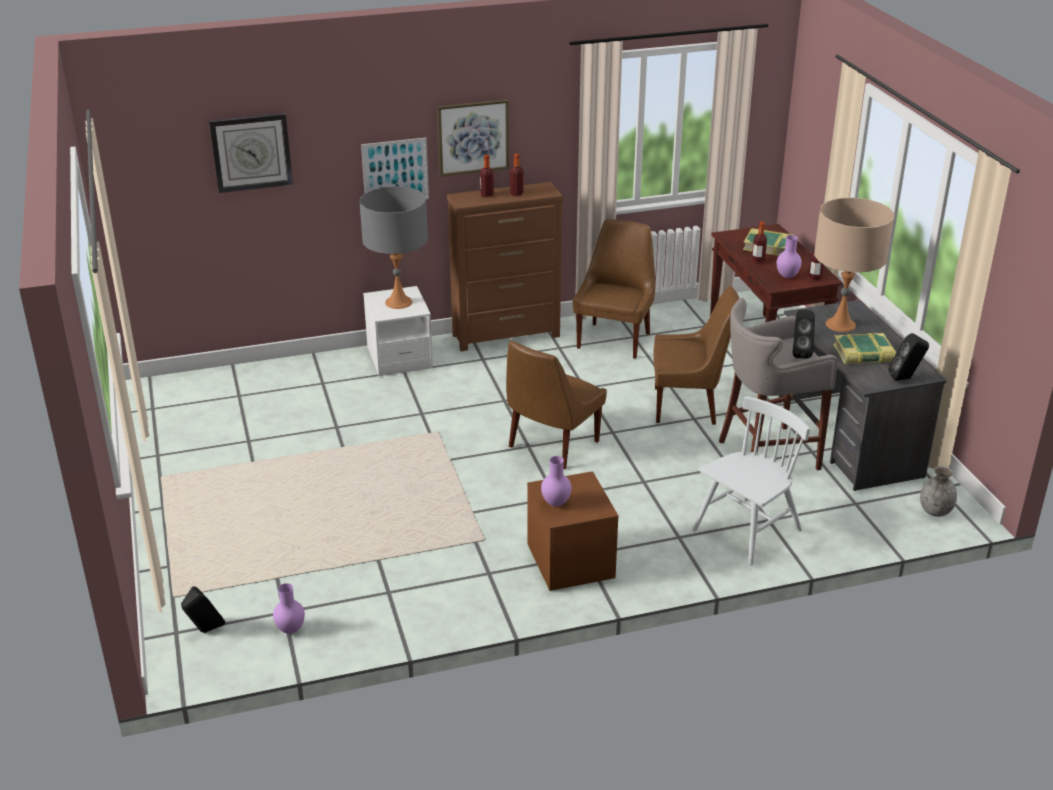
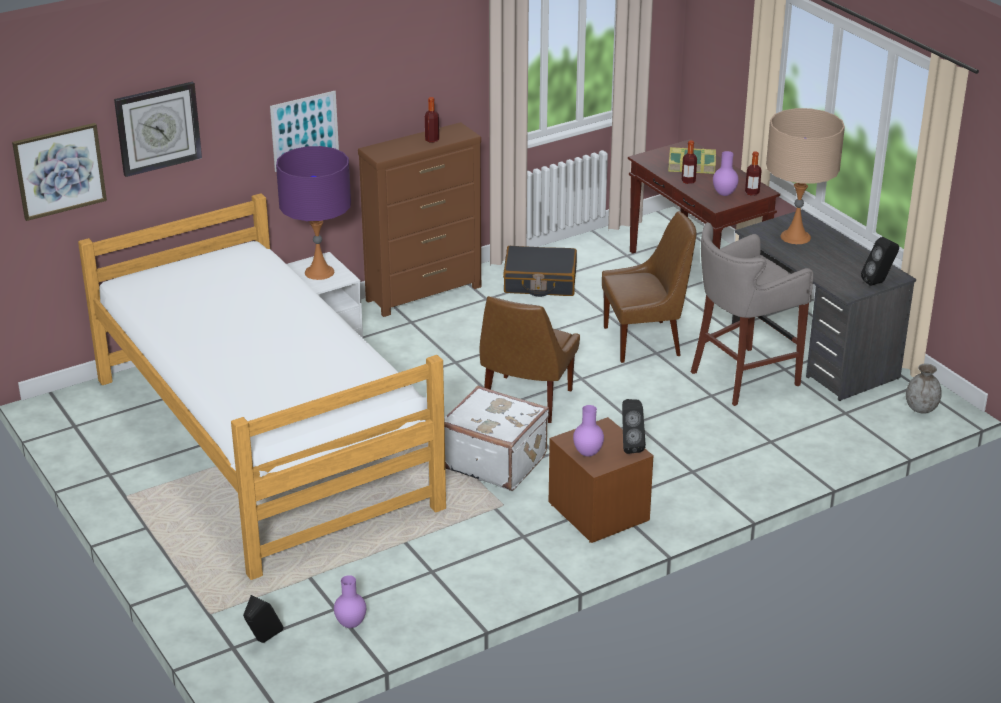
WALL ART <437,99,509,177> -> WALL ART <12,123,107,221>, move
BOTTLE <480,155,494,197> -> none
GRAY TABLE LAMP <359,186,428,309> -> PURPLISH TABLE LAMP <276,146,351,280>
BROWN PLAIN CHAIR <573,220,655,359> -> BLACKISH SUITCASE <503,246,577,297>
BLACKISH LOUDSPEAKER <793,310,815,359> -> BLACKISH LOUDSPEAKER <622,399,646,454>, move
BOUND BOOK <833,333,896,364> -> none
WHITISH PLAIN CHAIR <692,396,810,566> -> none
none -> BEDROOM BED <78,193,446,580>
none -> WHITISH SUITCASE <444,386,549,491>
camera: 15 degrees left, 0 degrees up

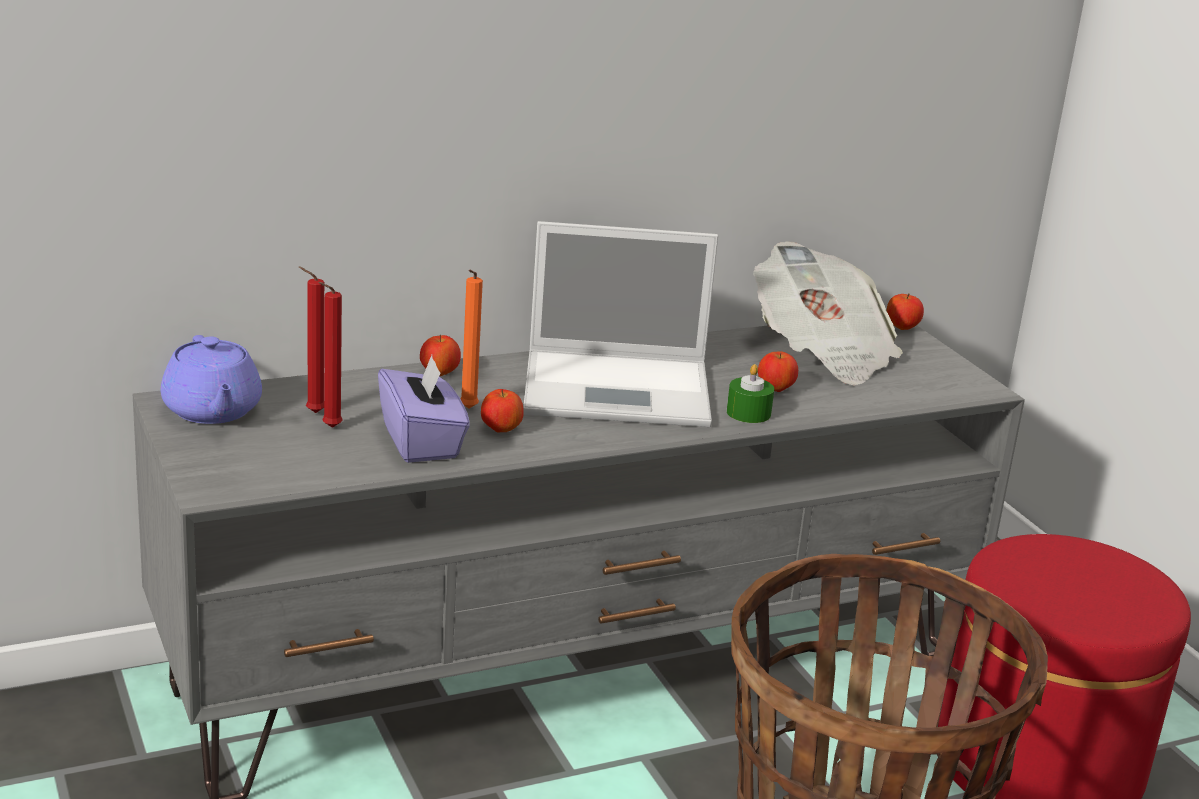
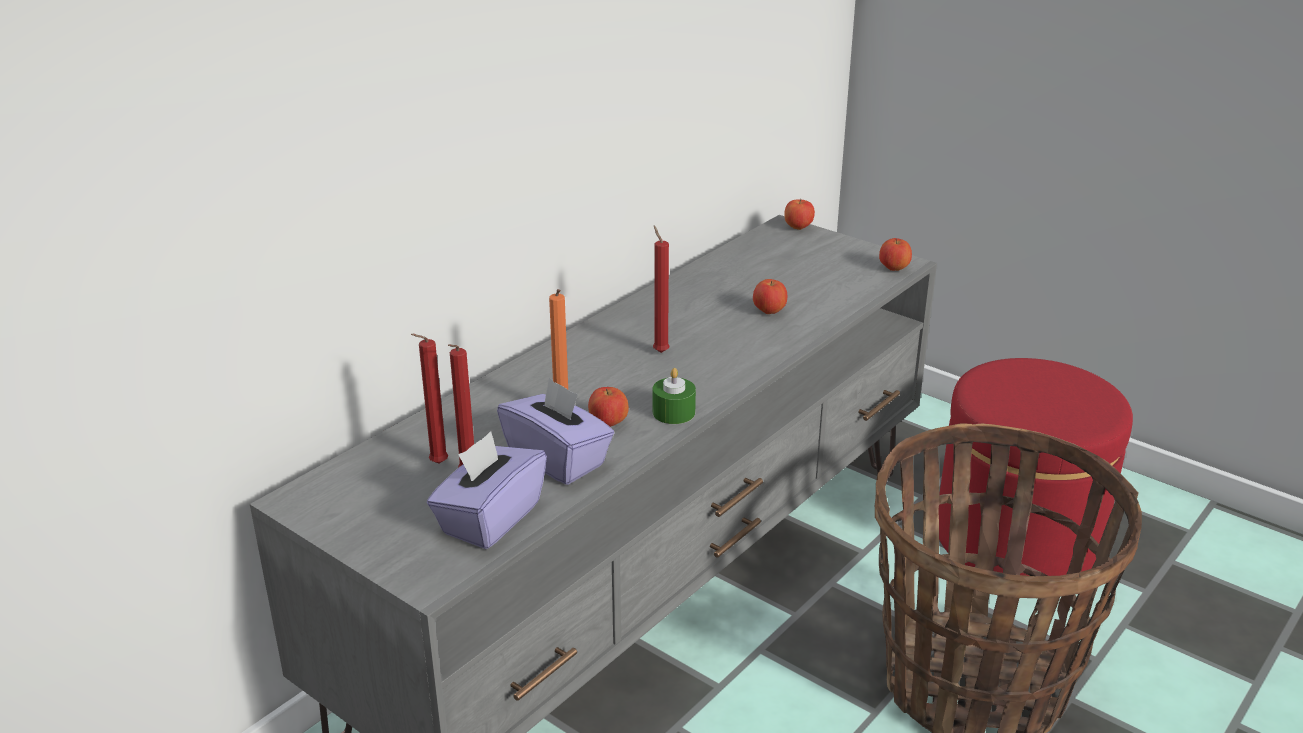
PORTABLE COMPUTER <523,221,718,427> -> RED WAX CANDLE <653,225,670,353>
NEWSPAPER <753,241,903,386> -> none
PURPLISH POT FOR TEA <161,335,262,424> -> none
WHOLE APPLE <420,335,461,376> -> WHOLE APPLE <879,238,912,271>, move
GREEN-COLOURED WAX CANDLE <727,364,774,423> -> GREEN-COLOURED WAX CANDLE <653,368,696,424>, move
none -> PURPLISH TISSUE BOX <427,431,547,549>
camera: 25 degrees left, 5 degrees up

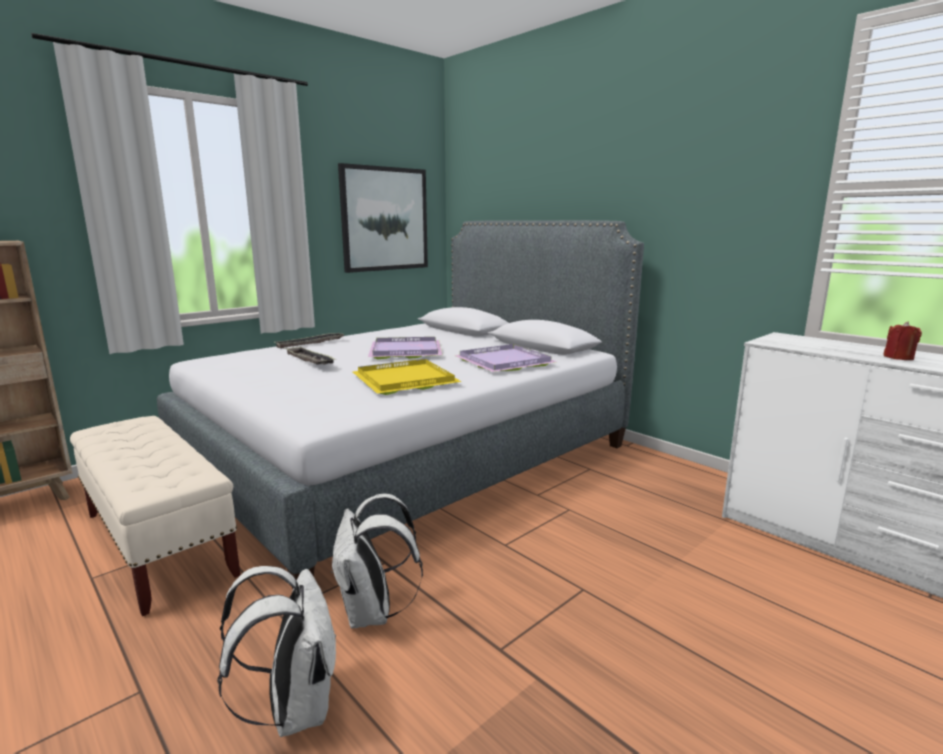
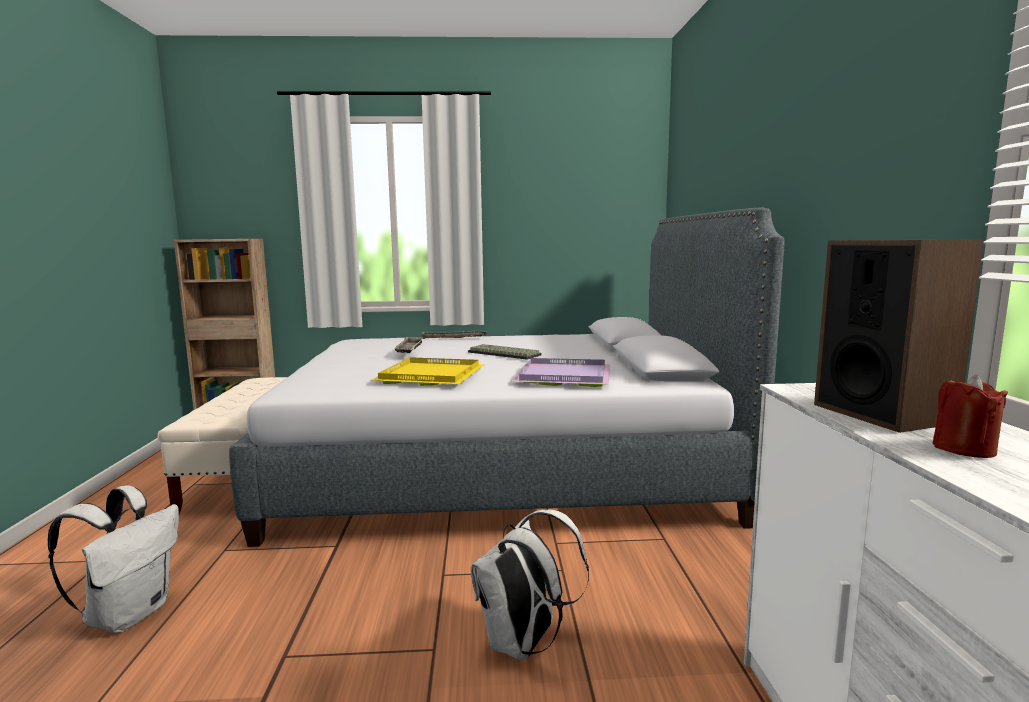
WALL ART <338,163,428,273> -> none
PURPLISH CARRYING TRAY <368,337,443,359> -> PC KEYBOARD <468,344,542,360>
WHITISH BACKPACK <331,494,423,628> -> WHITISH BACKPACK <470,509,589,660>, move
none -> LOUDSPEAKER <814,239,984,433>
camera: 40 degrees right, 5 degrees down

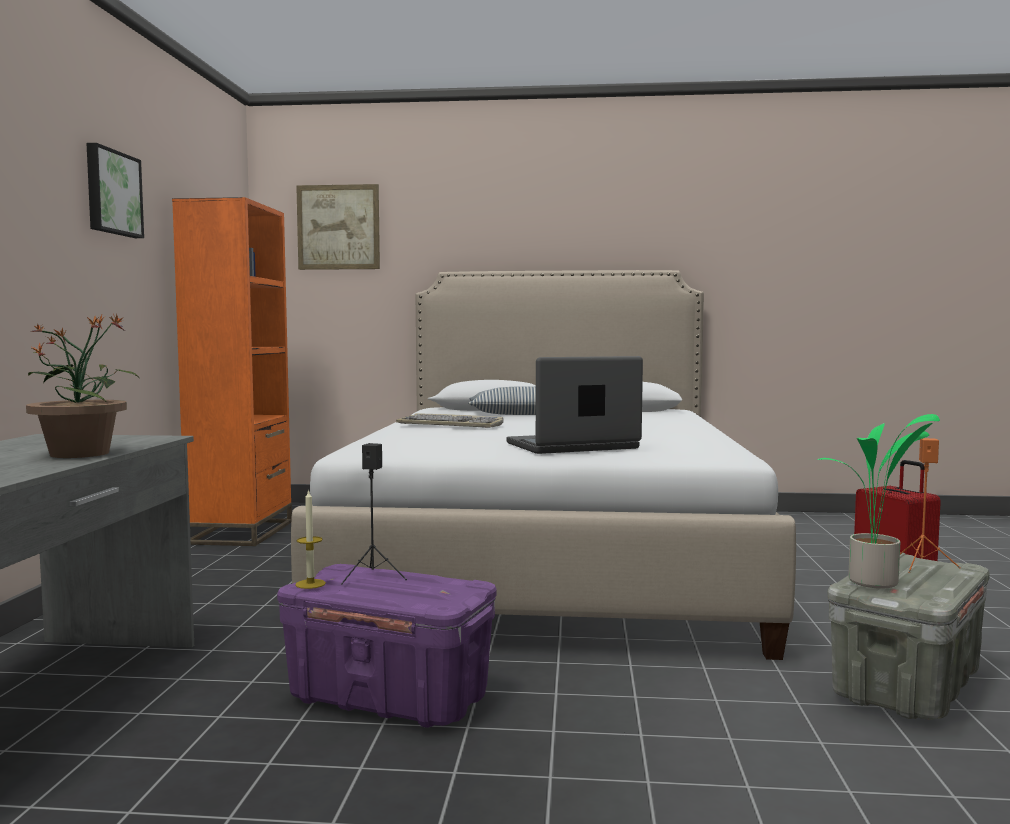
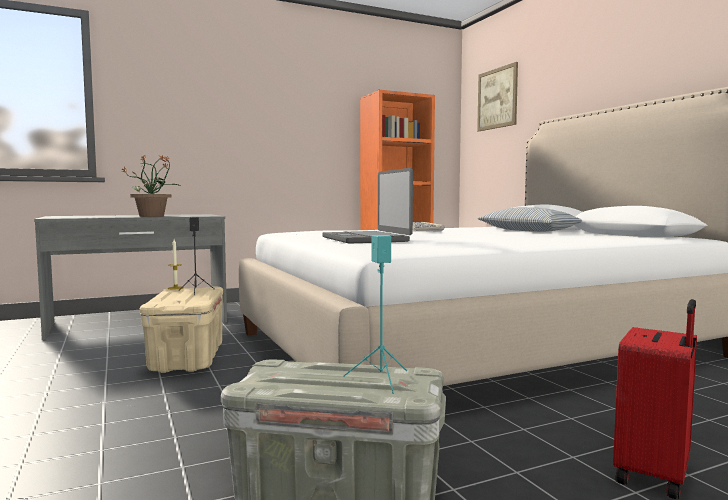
WALL ART <86,143,144,238> -> none
PORTABLE COMPUTER <507,356,643,454> -> PORTABLE COMPUTER <322,168,413,244>, 150 degrees counterclockwise
HOUSEPLANT <817,414,940,589> -> none
ORANGE LOUDSPEAKER <900,438,961,573> -> TURQUOISE LOUDSPEAKER <343,235,407,394>
PURPLISH STORAGE BOX <277,564,496,728> -> BEIGE-COLOURED STORAGE BOX <140,287,223,373>
camera: 60 degrees right, 0 degrees up

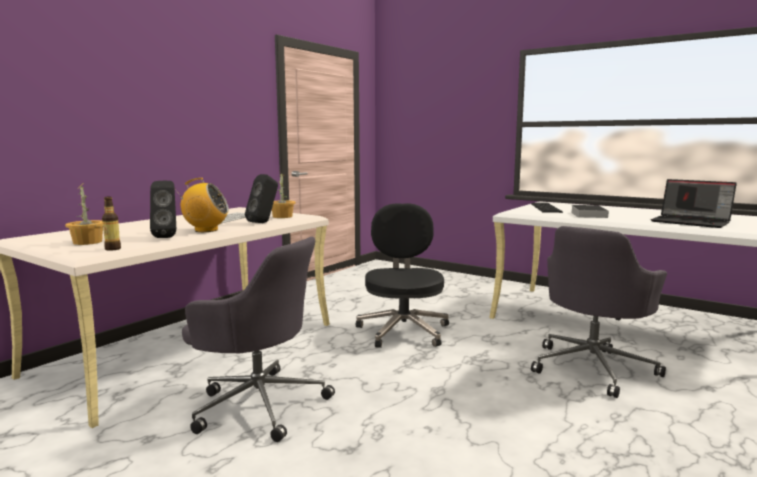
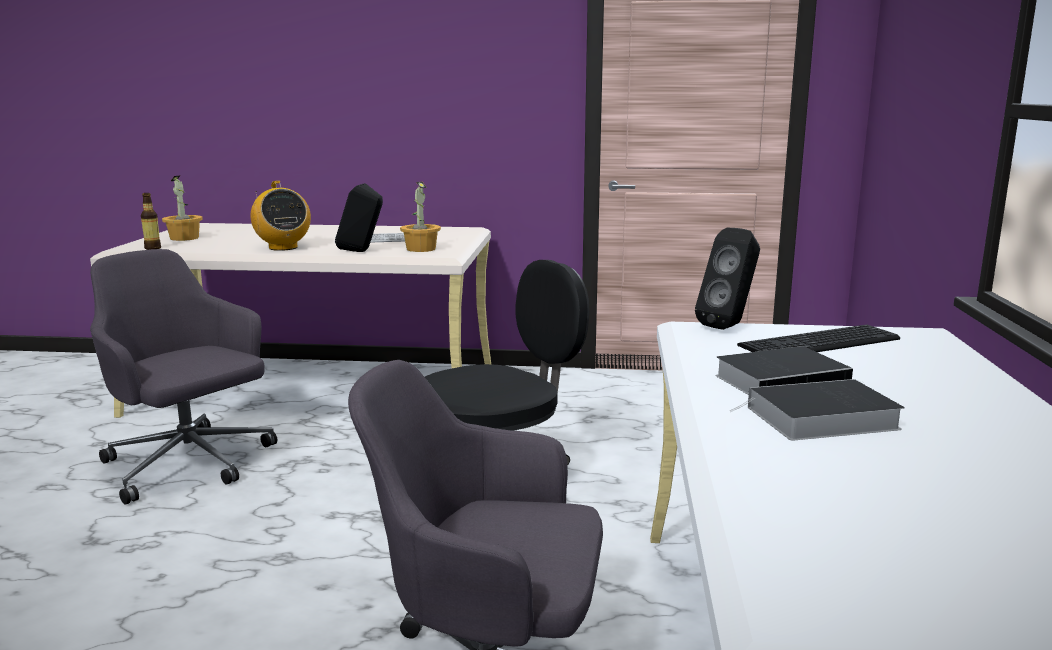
PORTABLE COMPUTER <651,179,737,228> -> none
BLACKISH LOUDSPEAKER <150,181,176,238> -> BLACKISH LOUDSPEAKER <695,228,760,330>, move
GRAY DESK CHAIR <182,237,335,442> -> GRAY DESK CHAIR <90,249,277,505>, 135 degrees clockwise
none -> BOUND BOOK <730,379,905,440>
camera: 60 degrees right, 5 degrees up

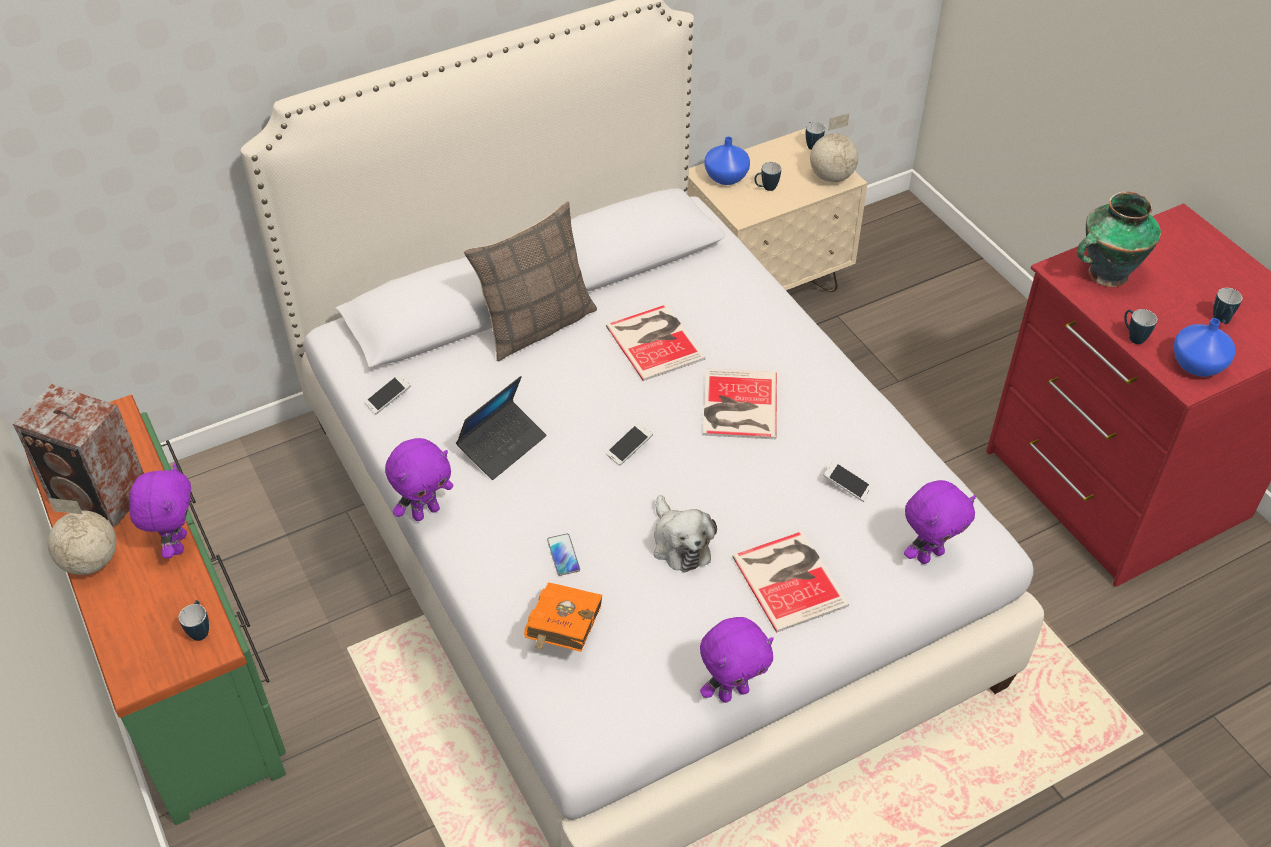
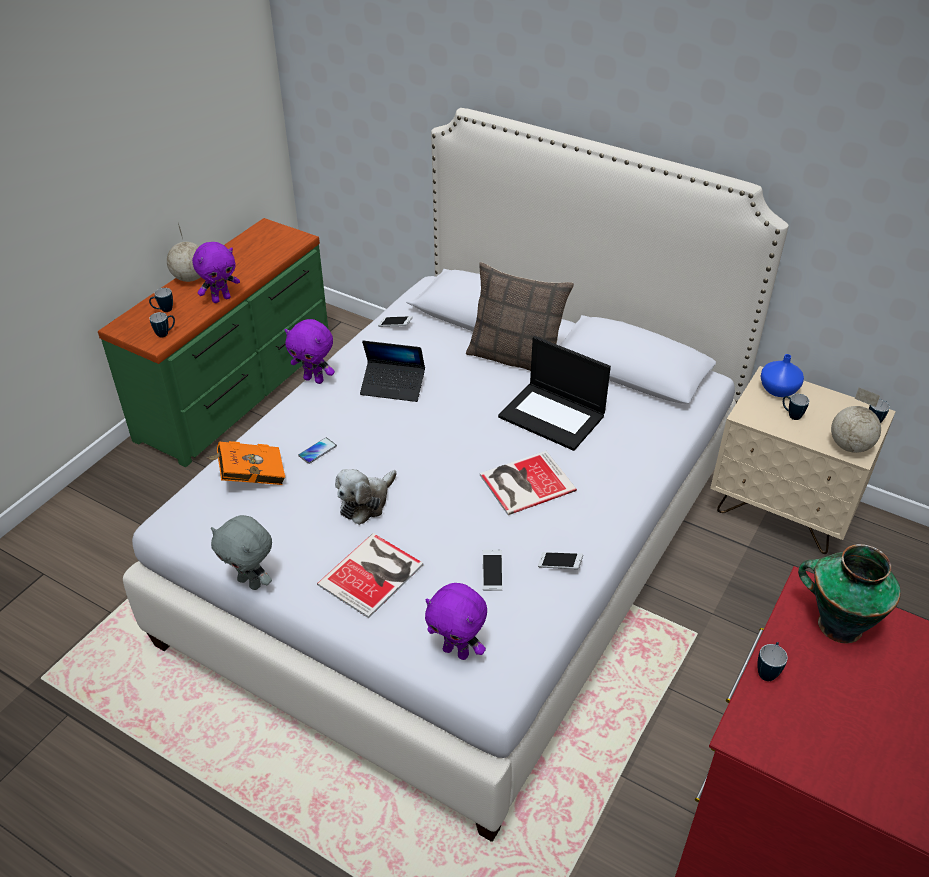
COFFEE MUG <1213,288,1243,324> -> COFFEE MUG <149,288,173,312>, move
BOUND BOOK <606,304,705,381> -> PORTABLE COMPUTER <498,336,611,451>
BLUE DECORATIVE VASE <1173,318,1235,377> -> none
LOUDSPEAKER <13,384,144,528> -> none
PHONE <606,422,653,466> -> PHONE <538,552,583,569>, move
PURPLISH CUDDLY TOY <700,617,774,703> -> GRAY CUDDLY TOY <211,515,272,590>
camera: 60 degrees right, 5 degrees down

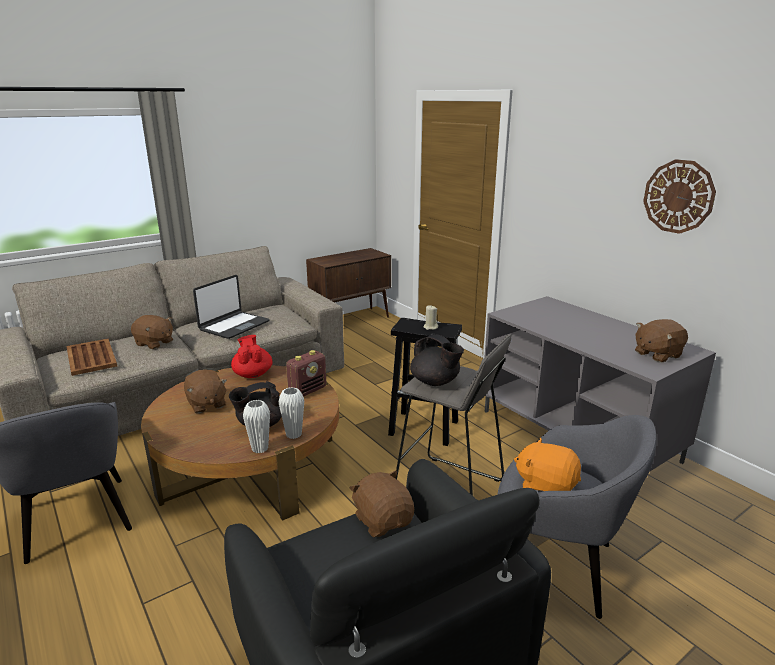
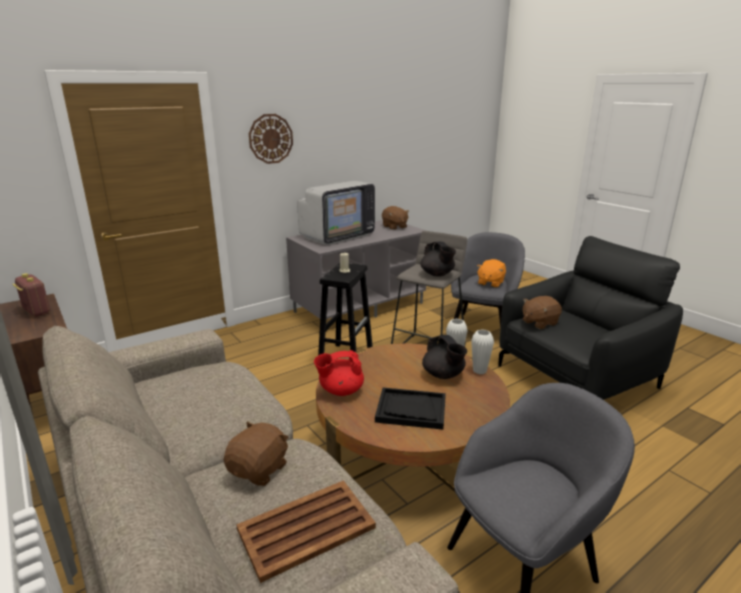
HANGING CLOCK <643,159,716,234> -> HANGING CLOCK <249,114,293,164>, move
PORTABLE COMPUTER <193,275,270,339> -> none
BLACKISH POT FOR TEA <410,335,464,386> -> BLACKISH POT FOR TEA <420,241,456,277>, 105 degrees clockwise
RADIO RECEIVER <286,350,326,397> -> RADIO RECEIVER <13,273,50,317>, move
BROWN CUDDLY TOY <184,369,227,414> -> BLACKISH CARRYING TRAY <375,388,446,430>
none -> TELEVISION <297,181,375,245>
camera: 90 degrees left, 0 degrees up

